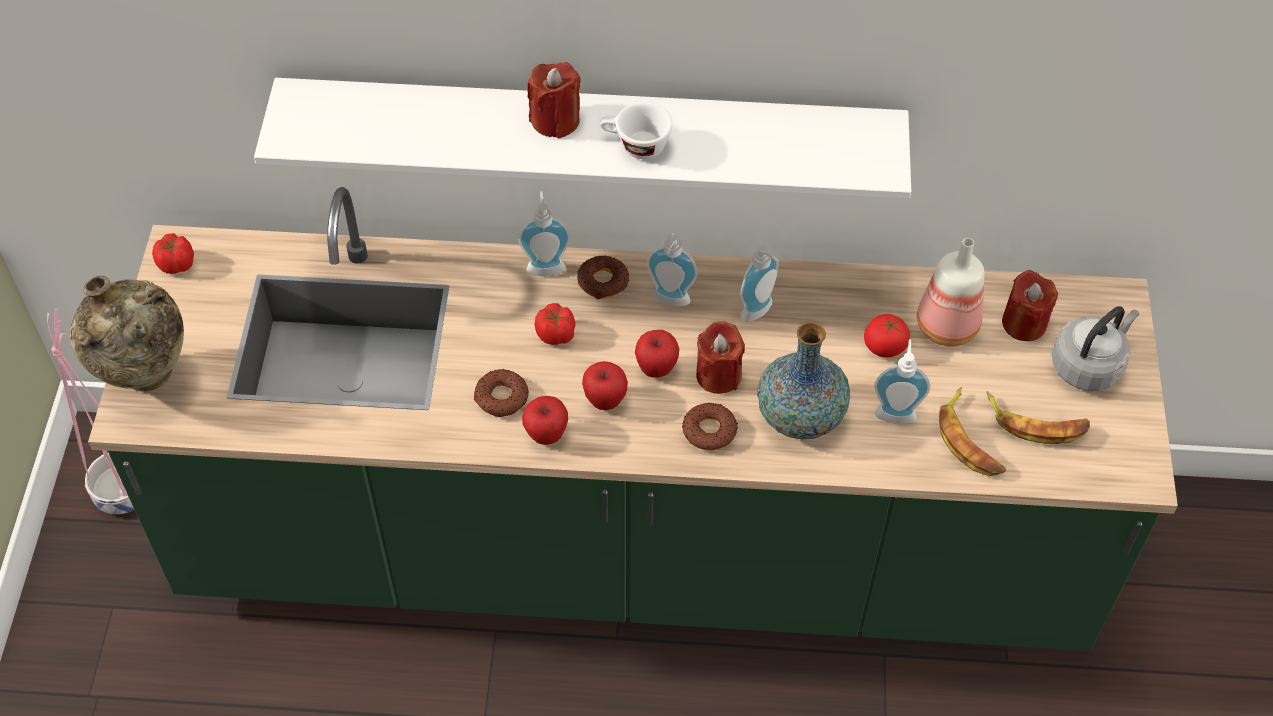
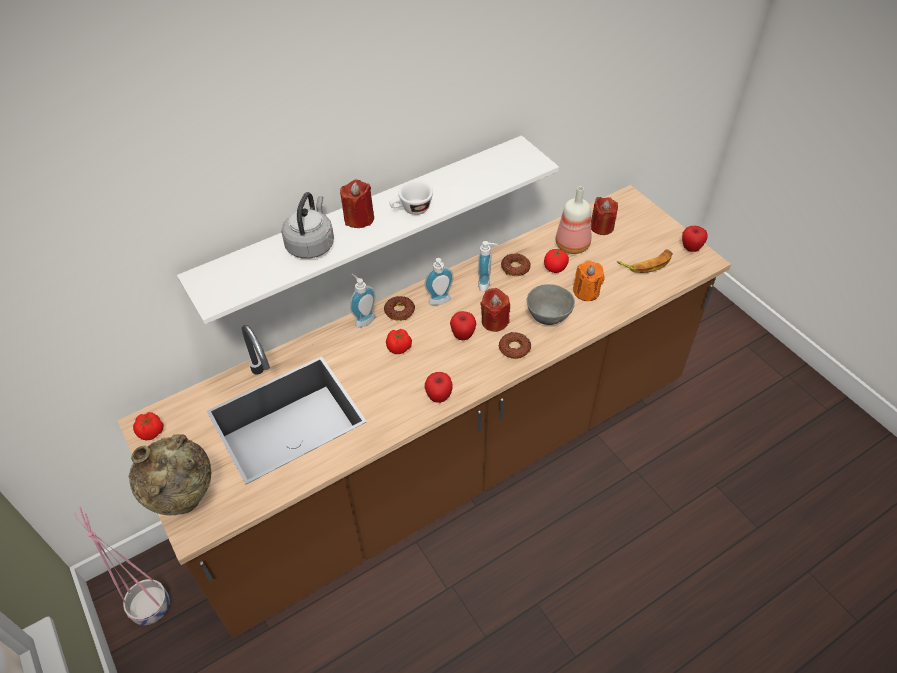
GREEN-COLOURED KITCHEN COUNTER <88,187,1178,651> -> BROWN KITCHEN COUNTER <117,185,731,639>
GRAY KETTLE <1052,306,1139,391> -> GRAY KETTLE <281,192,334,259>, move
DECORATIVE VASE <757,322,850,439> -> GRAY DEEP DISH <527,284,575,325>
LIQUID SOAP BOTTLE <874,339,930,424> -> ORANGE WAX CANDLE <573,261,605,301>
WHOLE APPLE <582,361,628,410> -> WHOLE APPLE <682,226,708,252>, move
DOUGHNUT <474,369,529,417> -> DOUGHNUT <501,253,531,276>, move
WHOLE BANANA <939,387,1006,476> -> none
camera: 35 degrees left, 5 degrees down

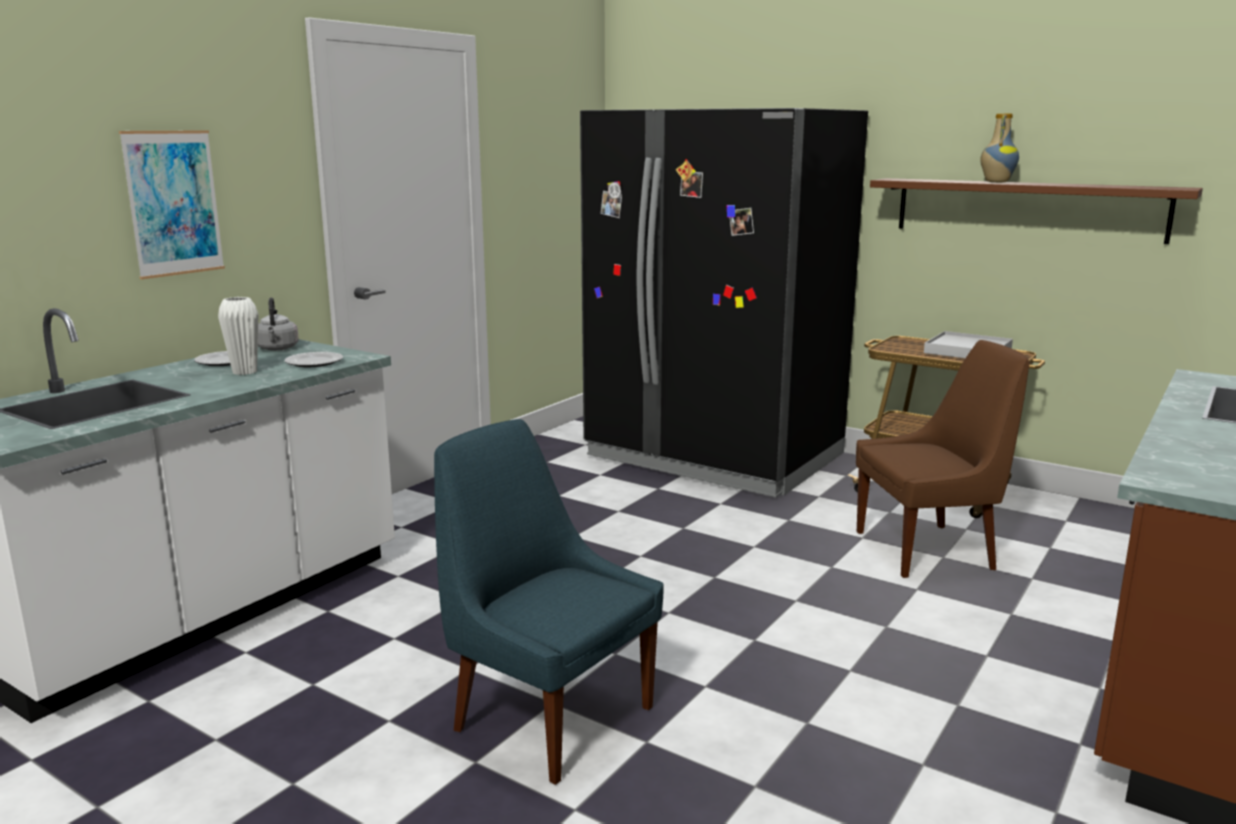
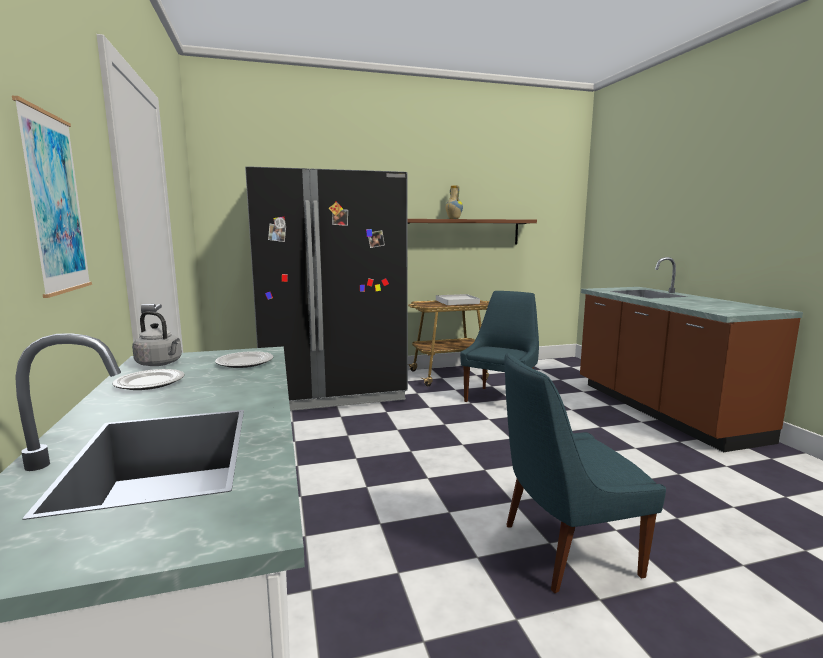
WHITISH DECORATIVE VASE <218,297,259,375> -> none
BROWN PLAIN CHAIR <856,340,1029,578> -> BLUE PLAIN CHAIR <460,291,539,402>
camera: 50 degrees left, 5 degrees down

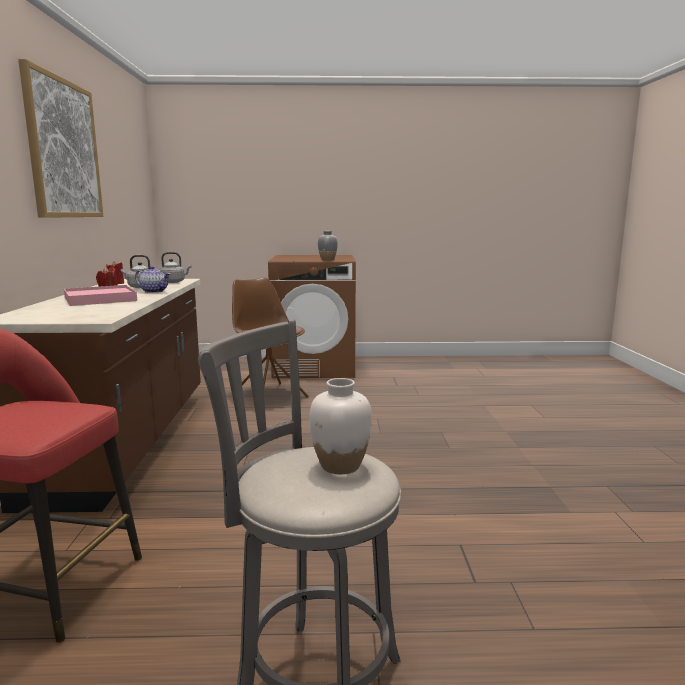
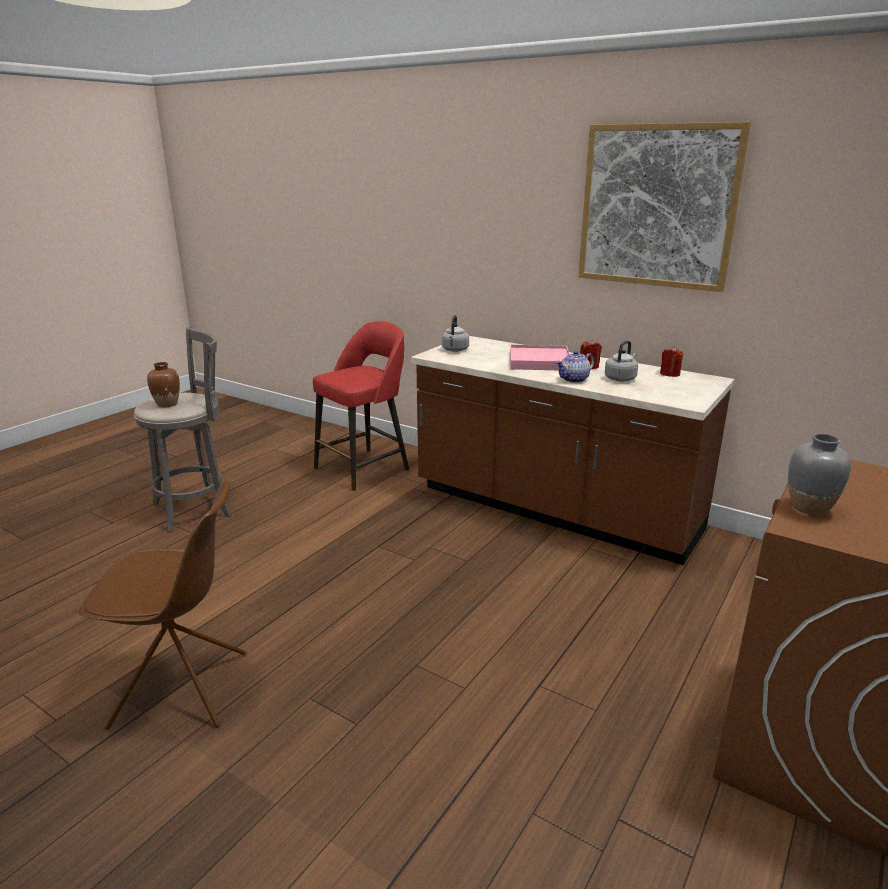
GRAY KETTLE <159,252,192,283> -> GRAY KETTLE <442,315,469,352>, move
BROWN PLAIN CHAIR <232,277,308,397> -> BROWN PLAIN CHAIR <79,480,246,730>, move
WHITISH DECORATIVE VASE <309,378,372,474> -> BROWN DECORATIVE VASE <147,362,180,407>
camera: 125 degrees right, 10 degrees up

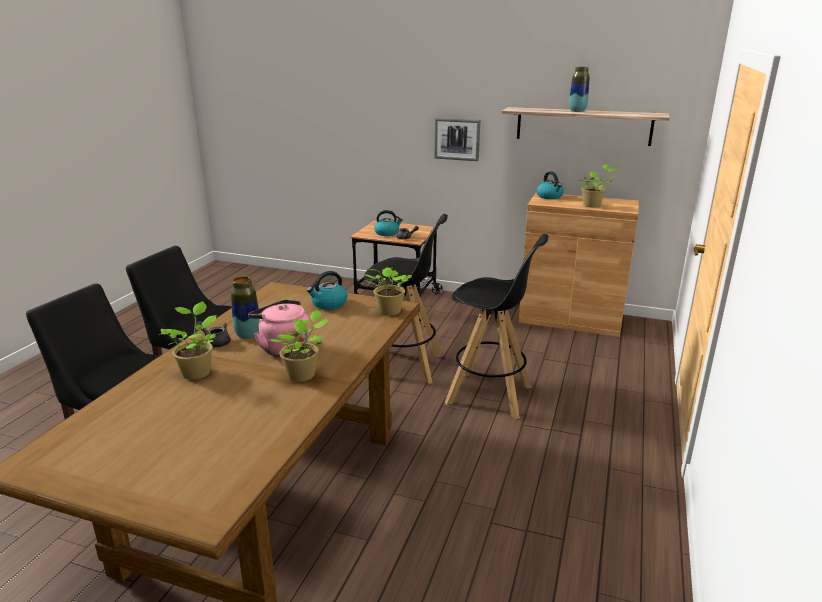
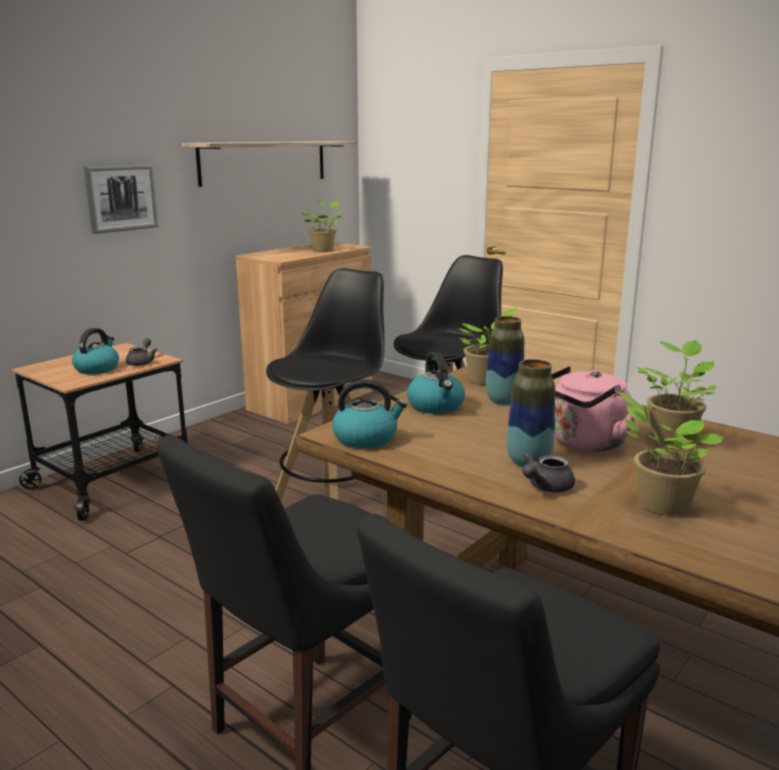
DECORATIVE VASE <569,67,590,112> -> DECORATIVE VASE <486,316,524,405>, move
KETTLE <536,171,564,199> -> KETTLE <332,379,407,449>, move
camera: 70 degrees left, 5 degrees down

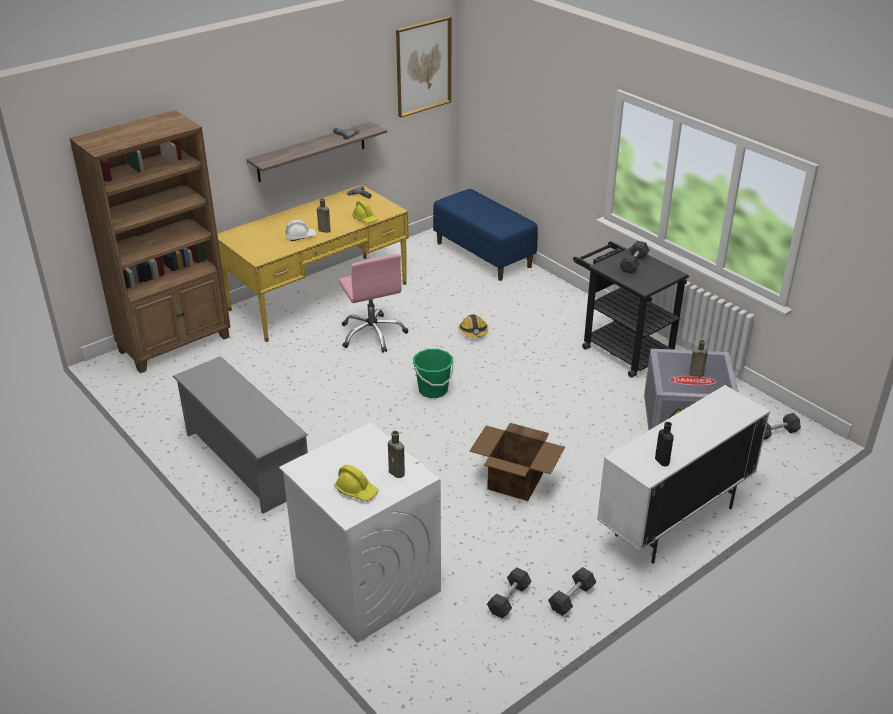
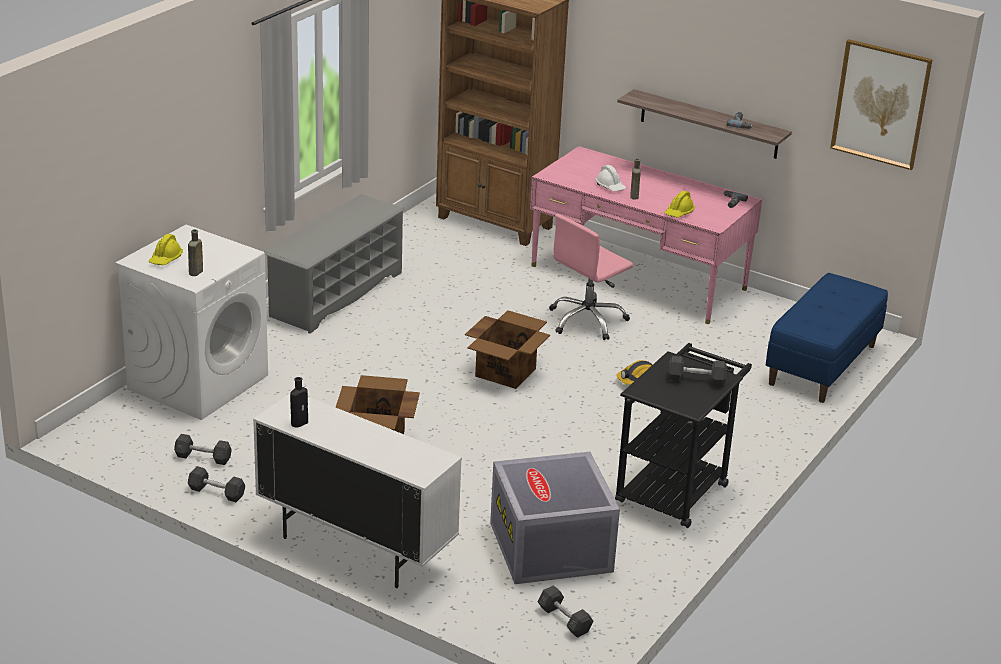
YELLOW-COLOURED DESK UNIT <217,185,409,342> -> PINK DESK UNIT <530,146,762,324>
BROWN BOTTLE <689,340,708,377> -> none
GREEN-COLOURED PAIL <413,349,454,398> -> CARDBOARD BOX <465,310,550,389>
camera: 70 degrees right, 5 degrees down

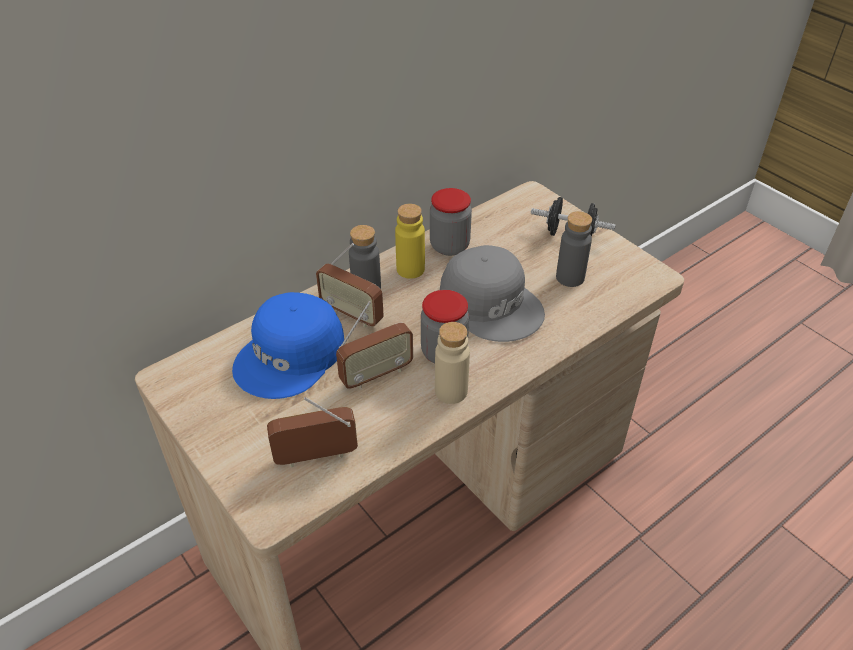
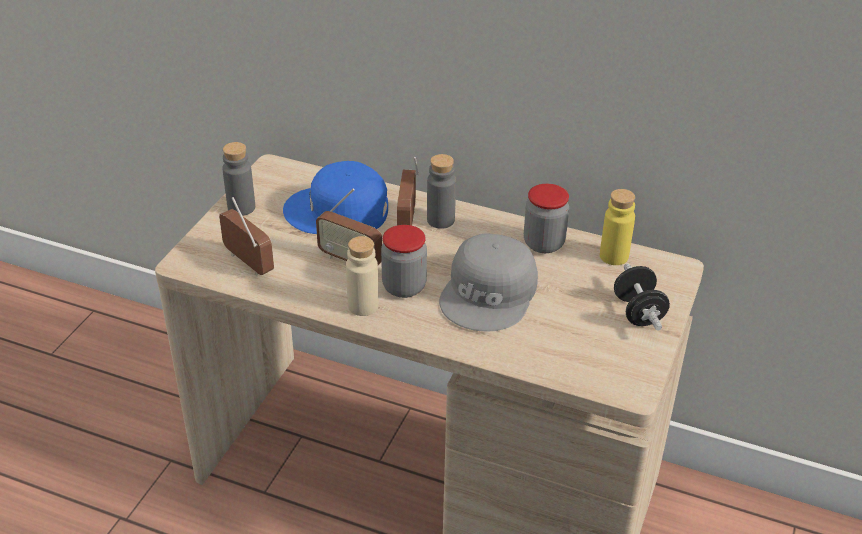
YELLOW-COLOURED BOTTLE <395,204,425,279> -> YELLOW-COLOURED BOTTLE <600,189,635,265>, move
GRAY BOTTLE <556,211,592,287> -> GRAY BOTTLE <222,142,255,216>, move
camera: 60 degrees right, 5 degrees down

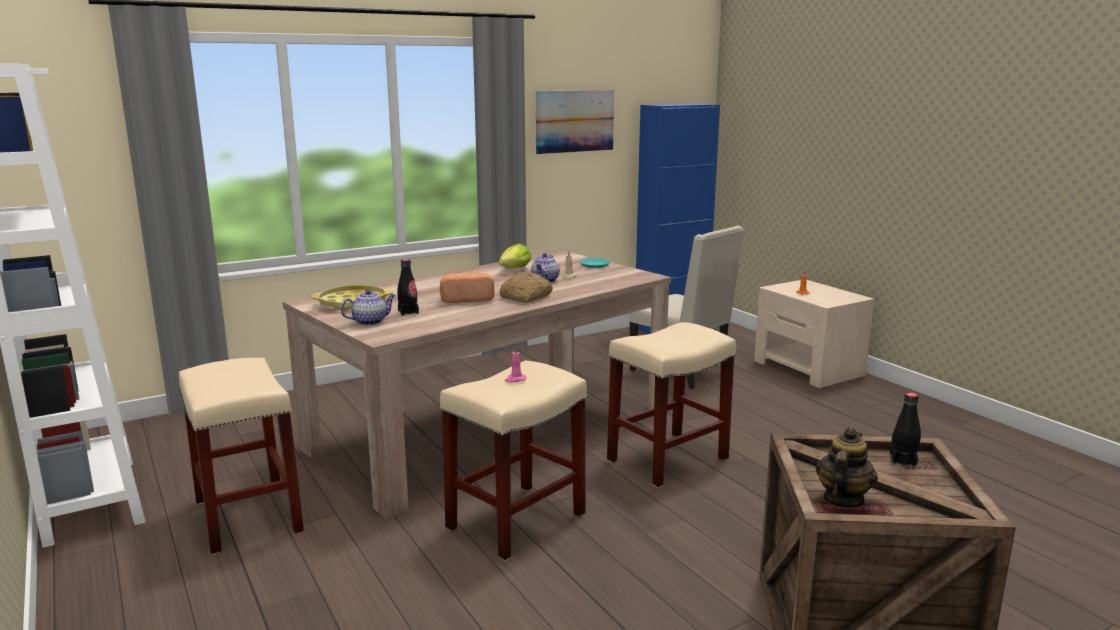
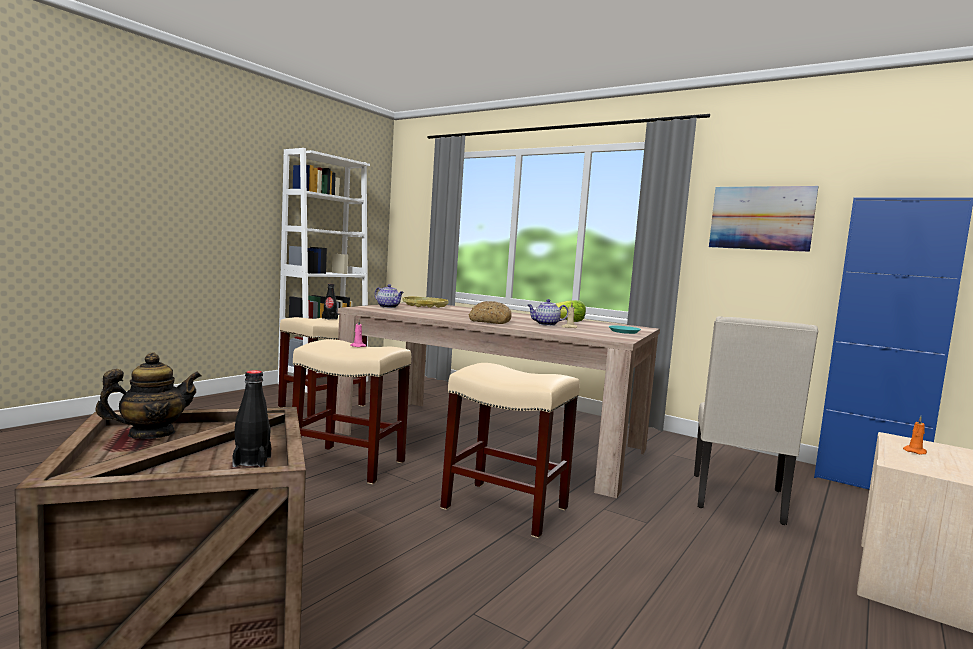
BLACKISH BOTTLE <397,259,419,316> -> BLACKISH BOTTLE <322,284,338,320>, move
BAKERY BREAD <440,272,494,303> -> none
POT FOR TEA <816,427,878,508> -> POT FOR TEA <95,352,202,439>, 45 degrees counterclockwise
camera: 65 degrees right, 10 degrees down

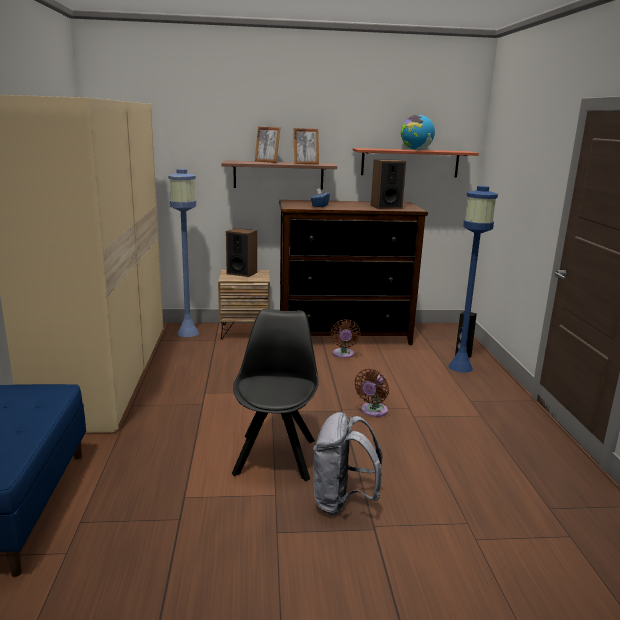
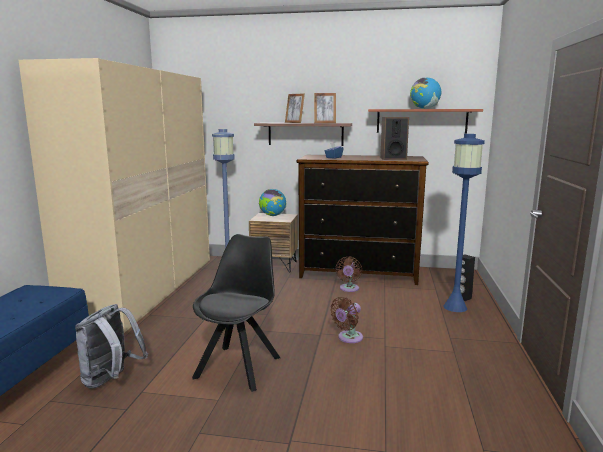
LOUDSPEAKER <226,228,257,277> -> WORLD GLOBE <259,189,287,216>
GRAY BACKPACK <313,412,382,515> -> GRAY BACKPACK <75,304,148,389>, move
camera: 15 degrees right, 5 degrees down

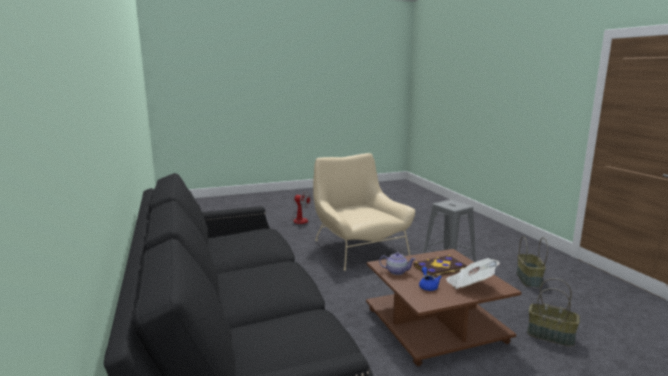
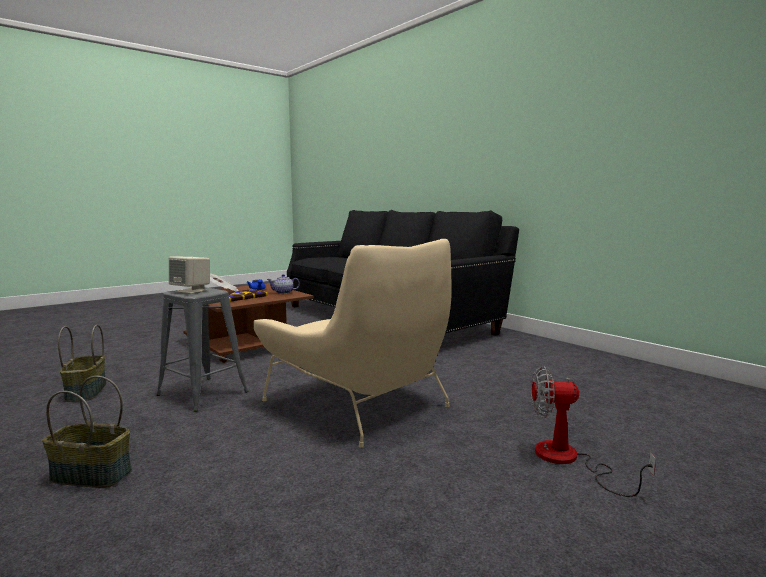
STORAGE BASKET <527,278,580,347> -> STORAGE BASKET <42,376,132,488>, move
none -> BEIGE-COLOURED LOUDSPEAKER <169,256,210,294>
camera: 160 degrees right, 5 degrees down

